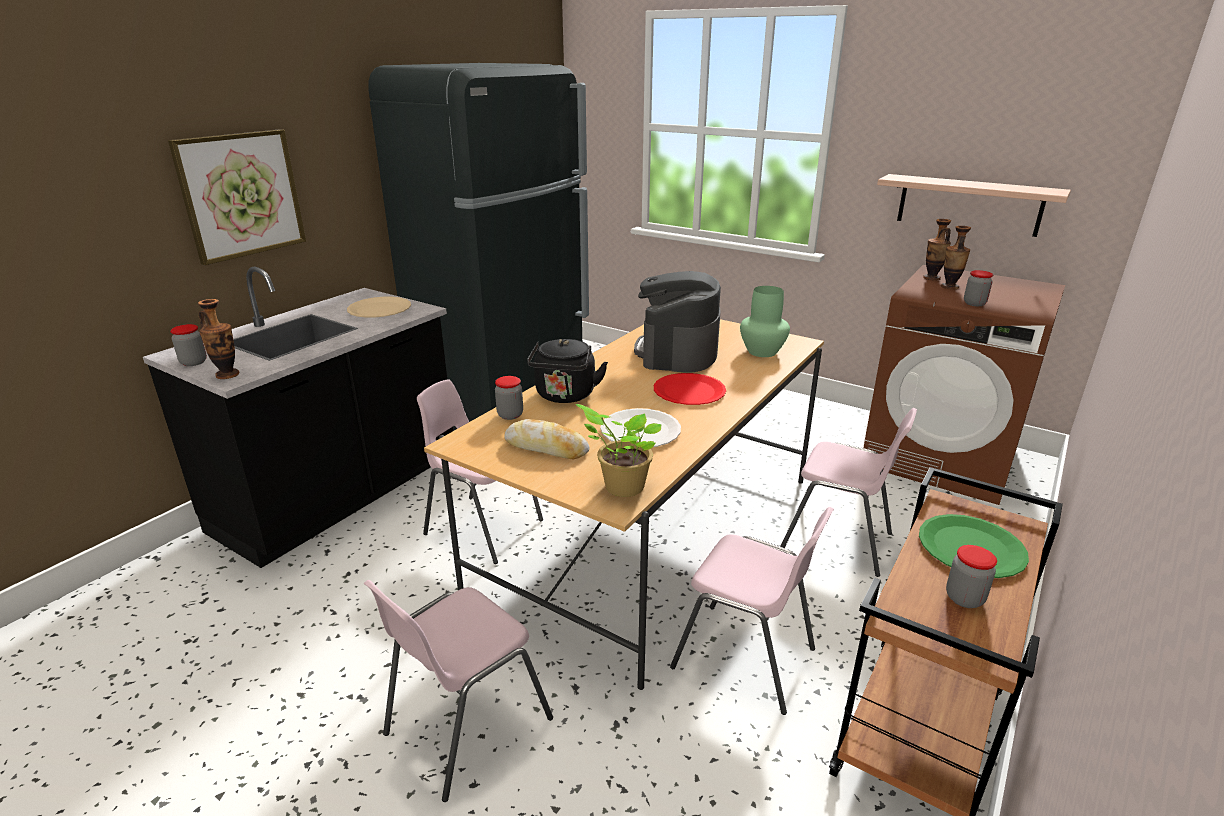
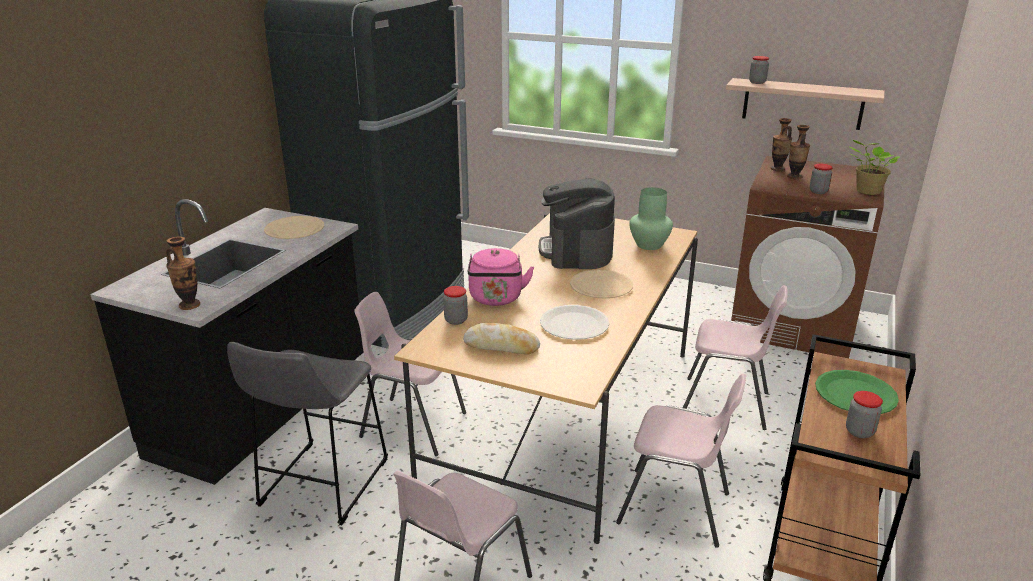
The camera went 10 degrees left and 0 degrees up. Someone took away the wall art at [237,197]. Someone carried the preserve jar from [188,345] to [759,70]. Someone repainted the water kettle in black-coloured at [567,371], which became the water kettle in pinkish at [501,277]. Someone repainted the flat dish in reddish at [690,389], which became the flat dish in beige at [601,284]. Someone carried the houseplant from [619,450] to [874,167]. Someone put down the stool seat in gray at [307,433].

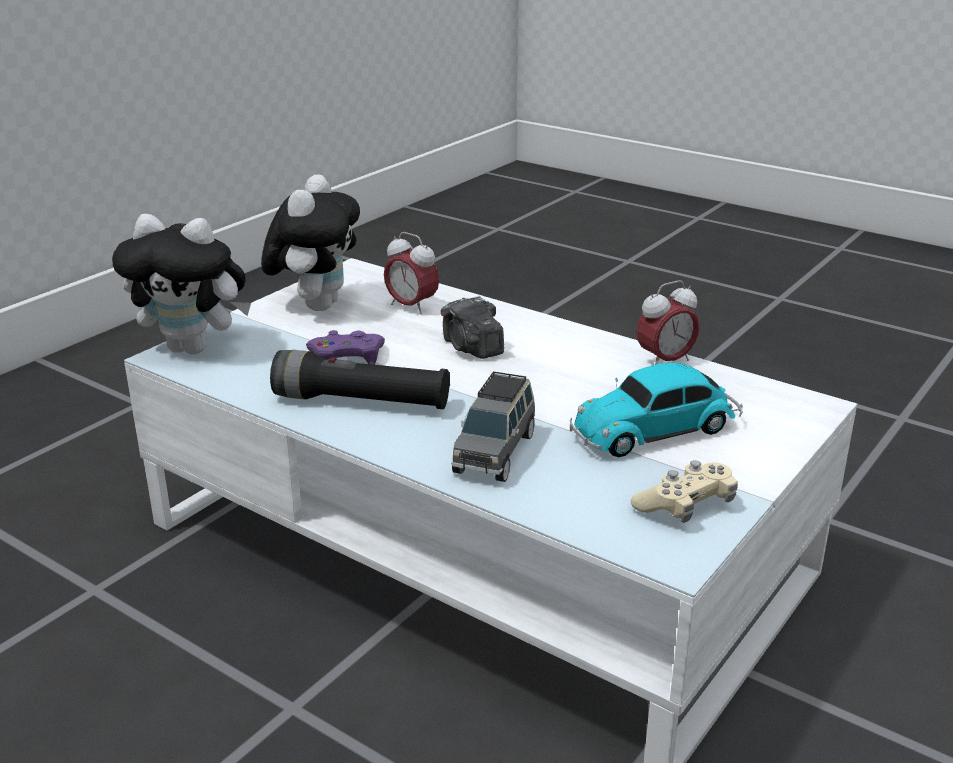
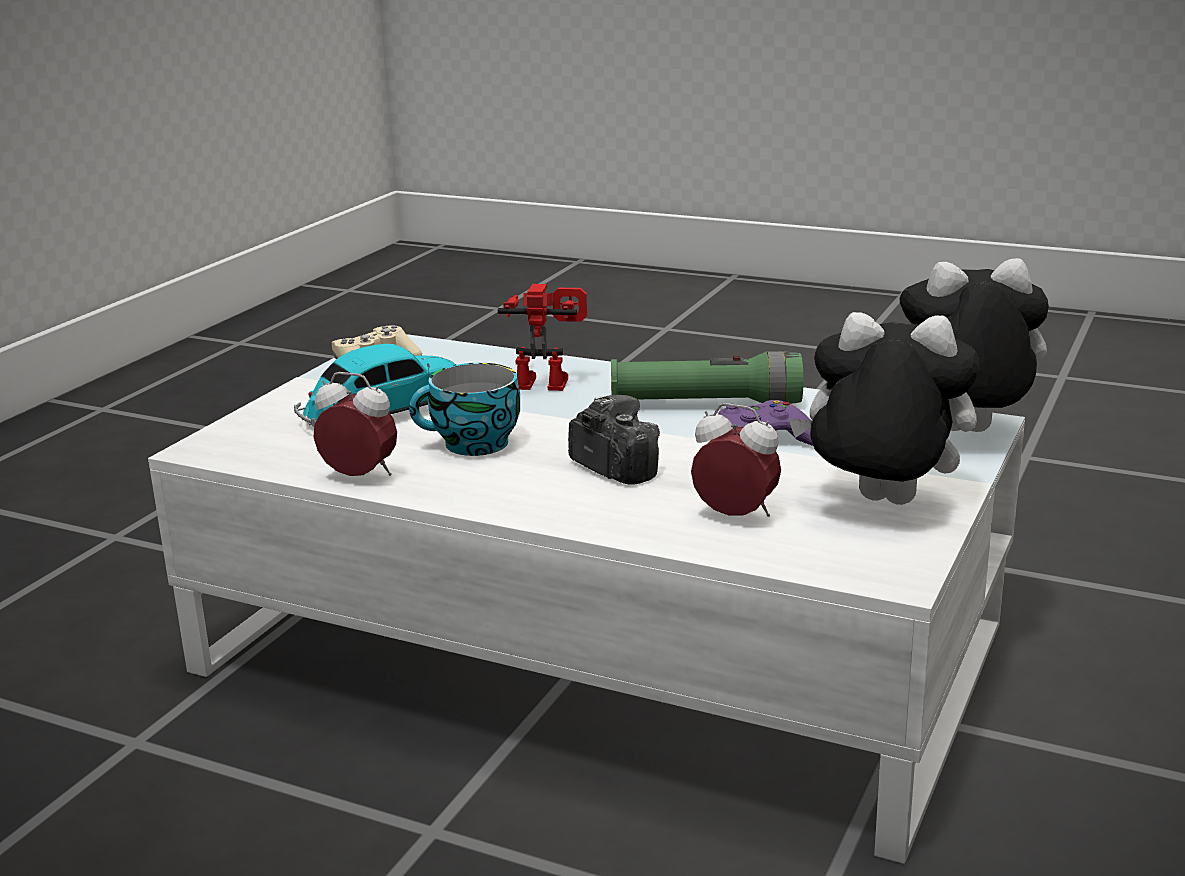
The camera went 170 degrees right and 5 degrees down. Someone rotated the plush toy at [310,242] by 105 degrees clockwise. Someone rotated the bedside clock at [668,322] by 60 degrees clockwise. Someone repainted the torch in black-coloured at [360,379], which became the torch in green-coloured at [707,377]. Someone swapped the model car in gray at [493,426] for the toy robot at [542,337]. Someone put down the drinking cup at [464,409].

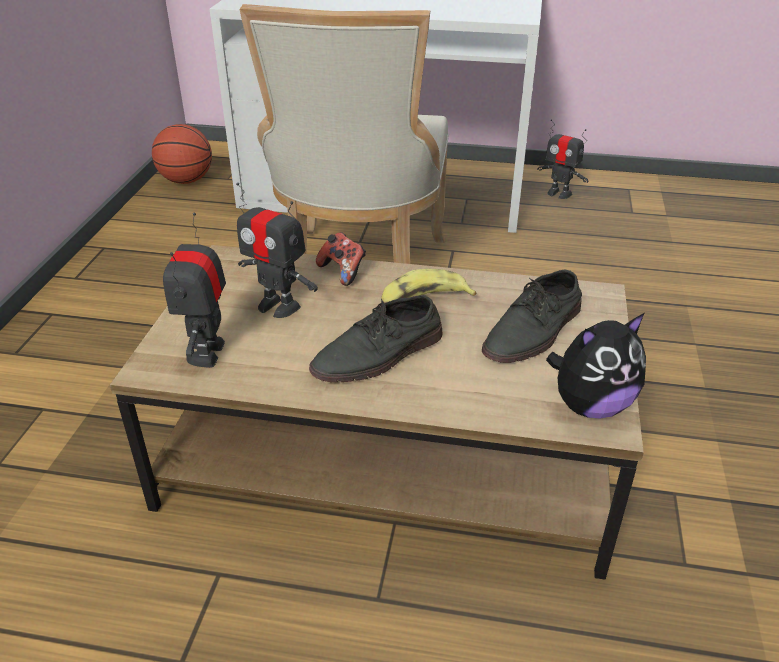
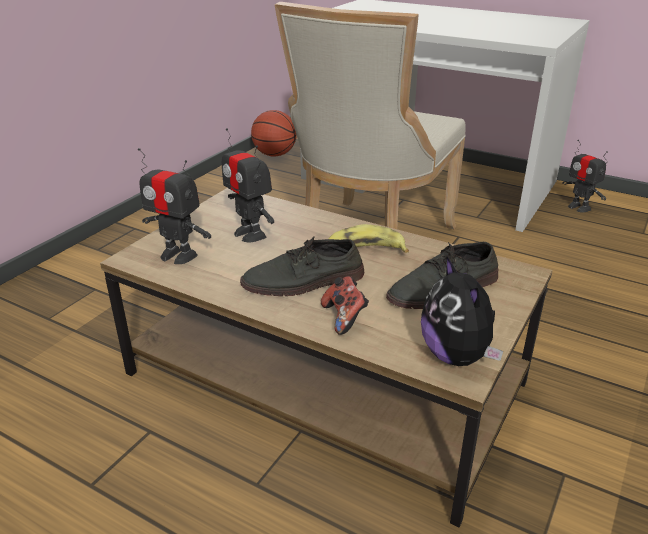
The camera went 20 degrees right and 5 degrees down. Someone rotated the toy robot at [194,290] by 90 degrees counterclockwise. Someone carried the gamepad from [341,259] to [345,305]. Someone rotated the plush toy at [596,365] by 75 degrees clockwise.

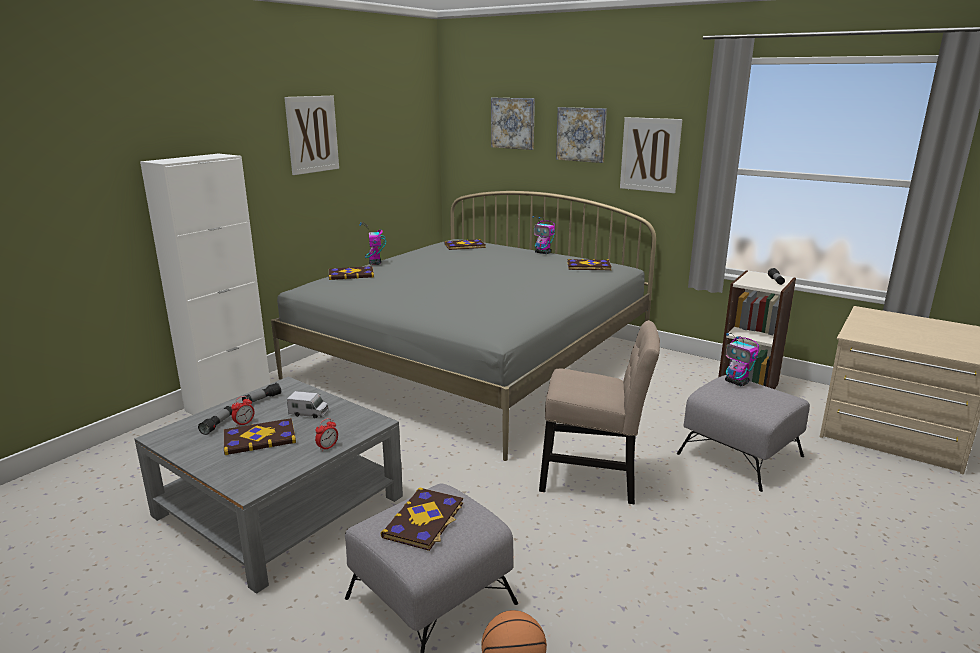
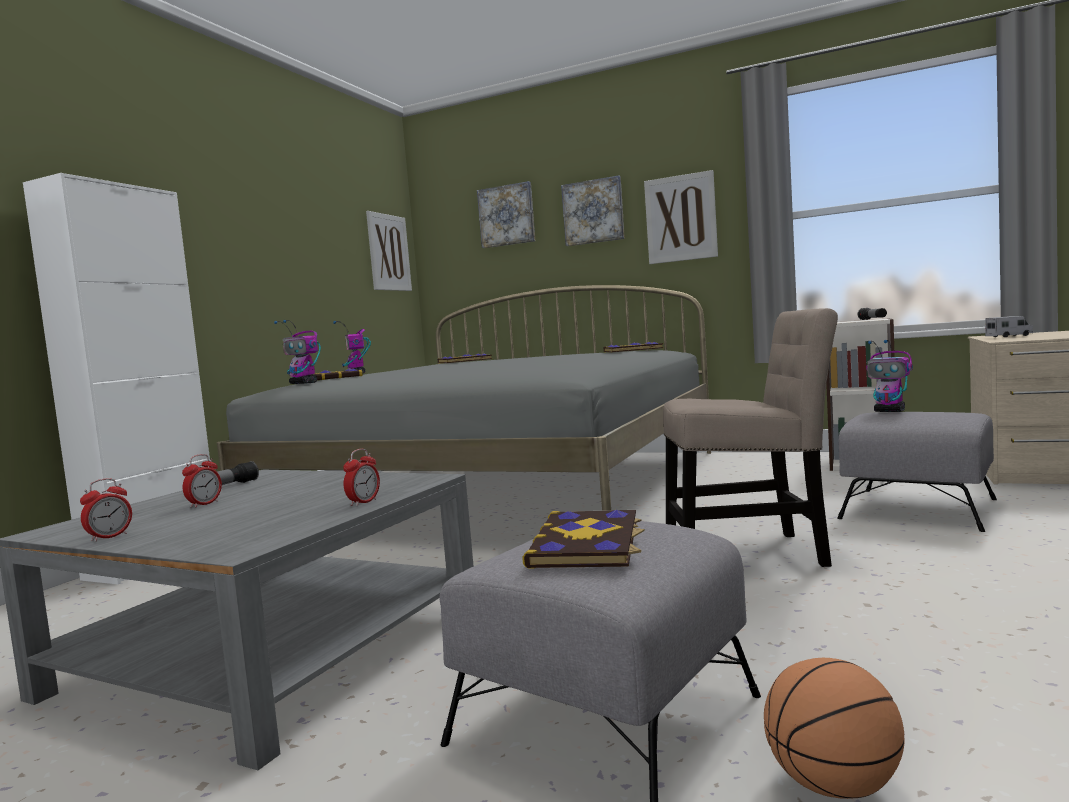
The camera went 10 degrees left and 15 degrees down. Someone carried the wall art from [311,135] to [389,251]. Someone carried the toy robot from [543,235] to [297,352]. Someone carried the toy truck from [308,404] to [1009,326]. Someone took away the torch at [215,420]. Someone took away the bound book at [260,436]. Someone put down the bedside clock at [106,510].

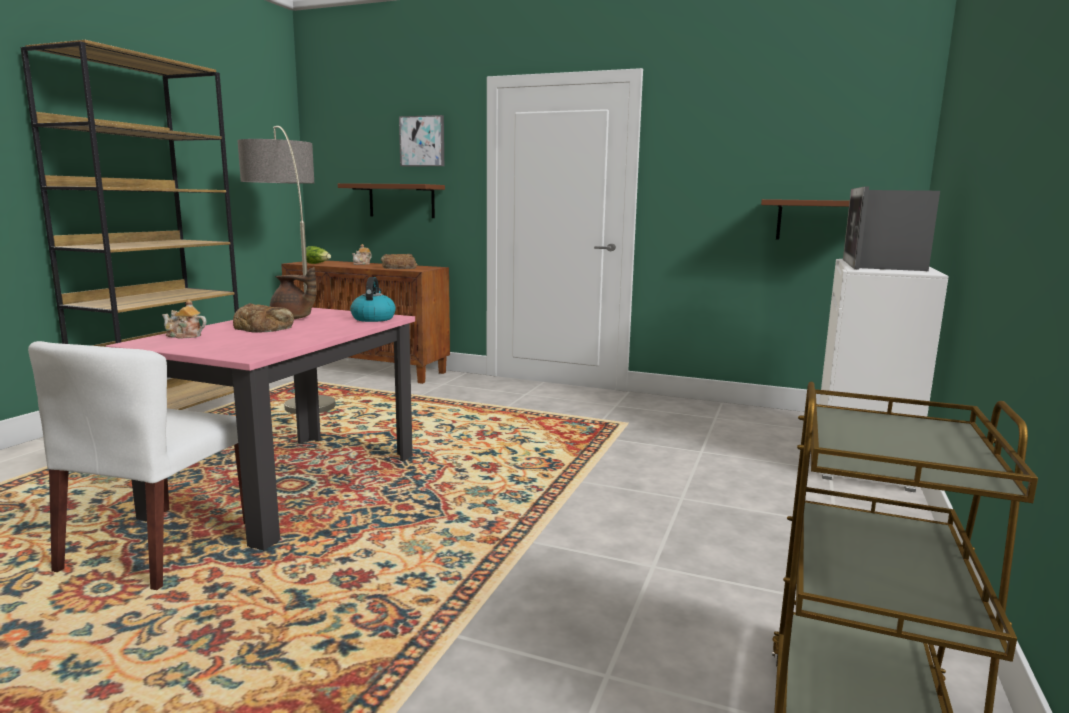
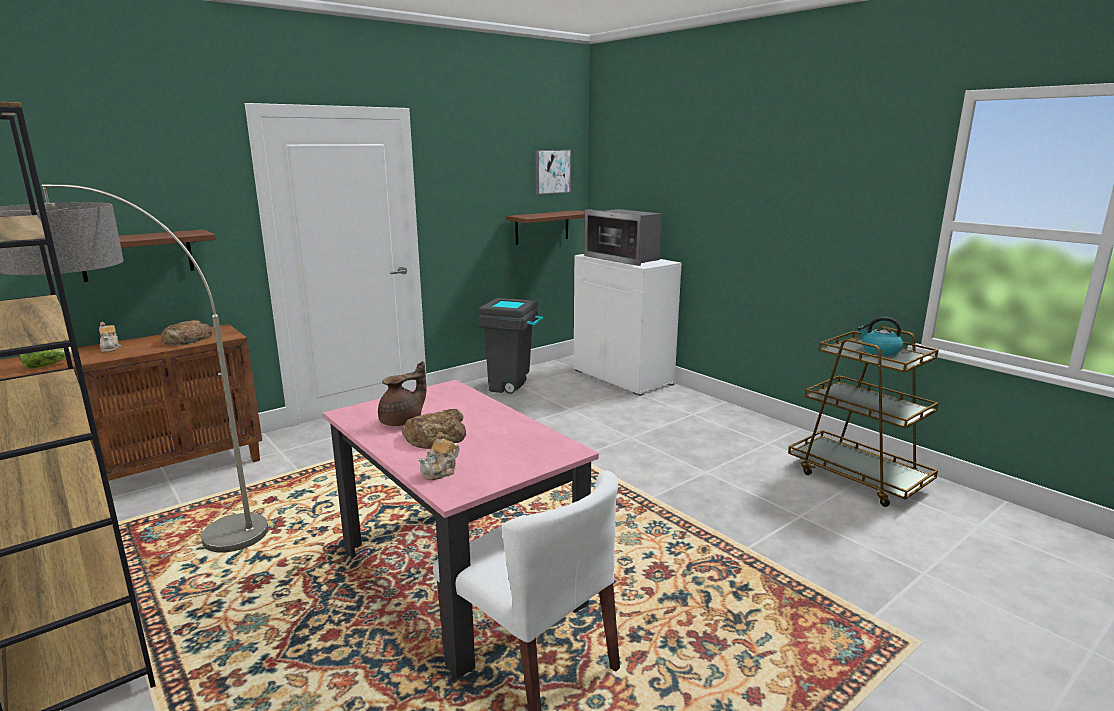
The camera went 60 degrees left and 5 degrees up. Someone carried the wall art from [421,140] to [553,172]. Someone carried the water kettle from [373,299] to [880,336]. Someone put down the trash can in gray at [511,346].

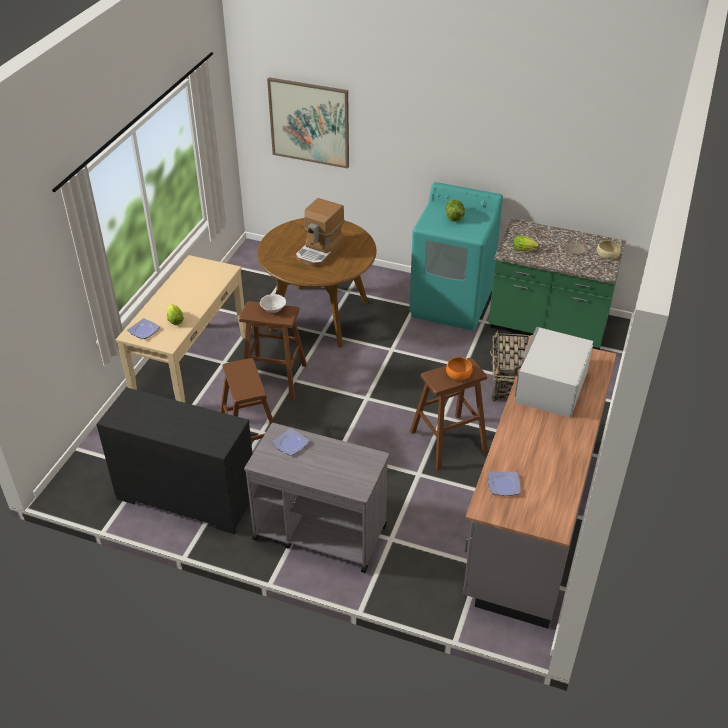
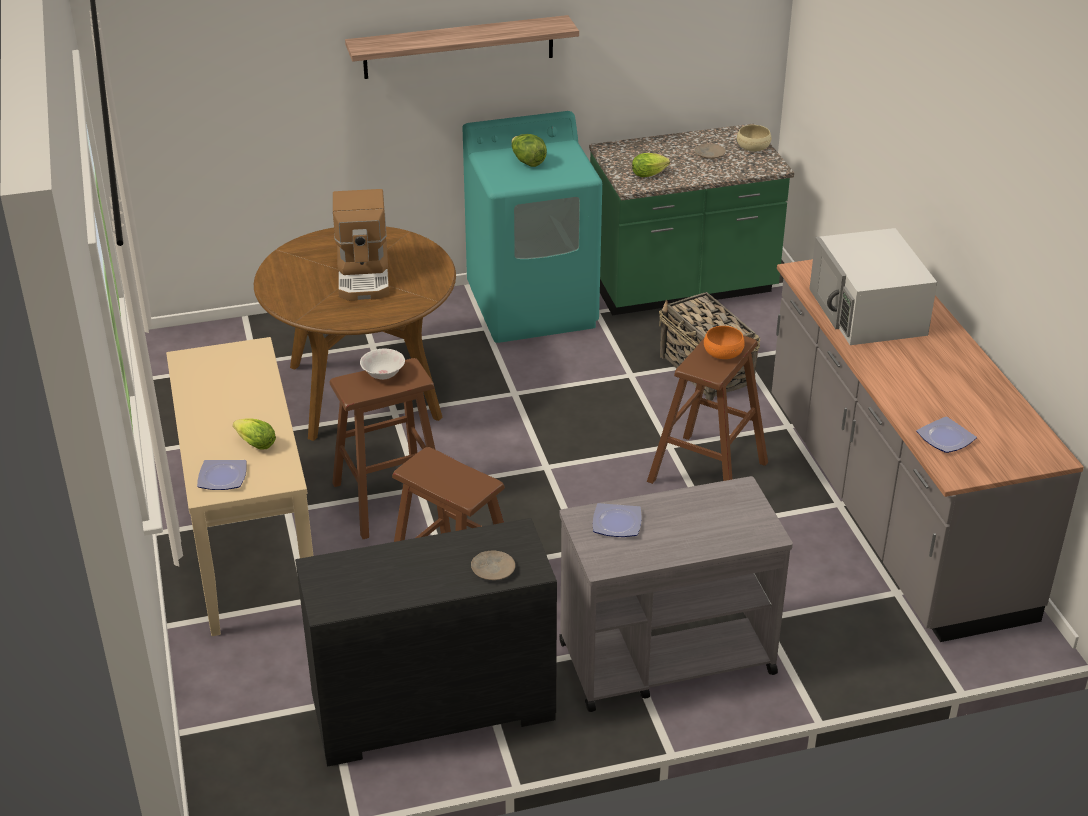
The camera went 35 degrees left and 5 degrees down. Someone took away the wall art at [308,123]. Someone put up the wall shelf at [462,47]. Someone put down the flat dish in beige at [493,565].

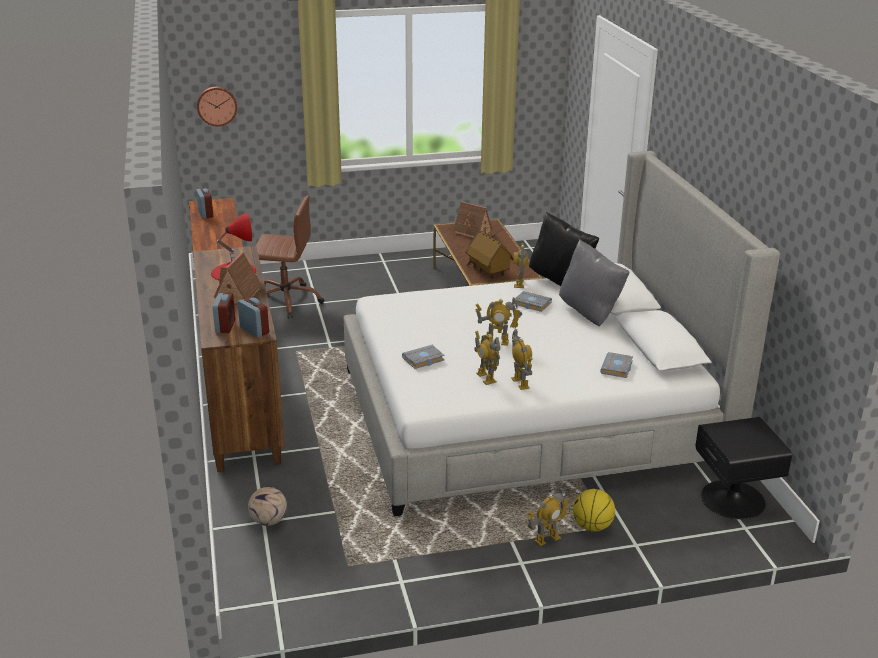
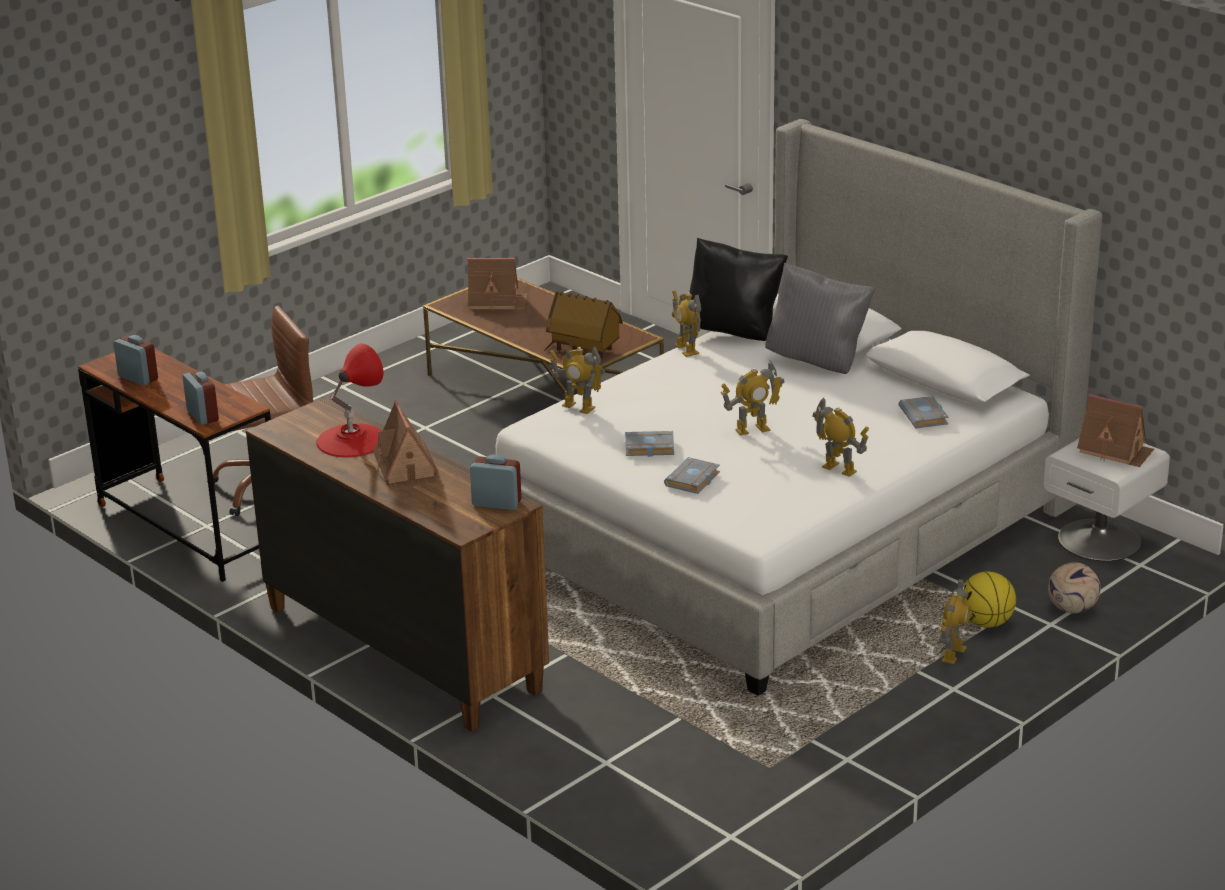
The camera went 30 degrees left and 0 degrees up. Someone took away the wall clock at [217,106]. Someone carried the bound book in gray from [533,301] to [649,444]. Someone carried the bedside clock from [224,313] to [201,397]. Someone carried the toy robot from [487,358] to [577,380]. Someone repainted the night table in black-coloured at [744,468], which became the night table in white at [1107,499]. Someone carried the football ball from [267,506] to [1074,588]. Someone put down the miniature house at [1115,430].

